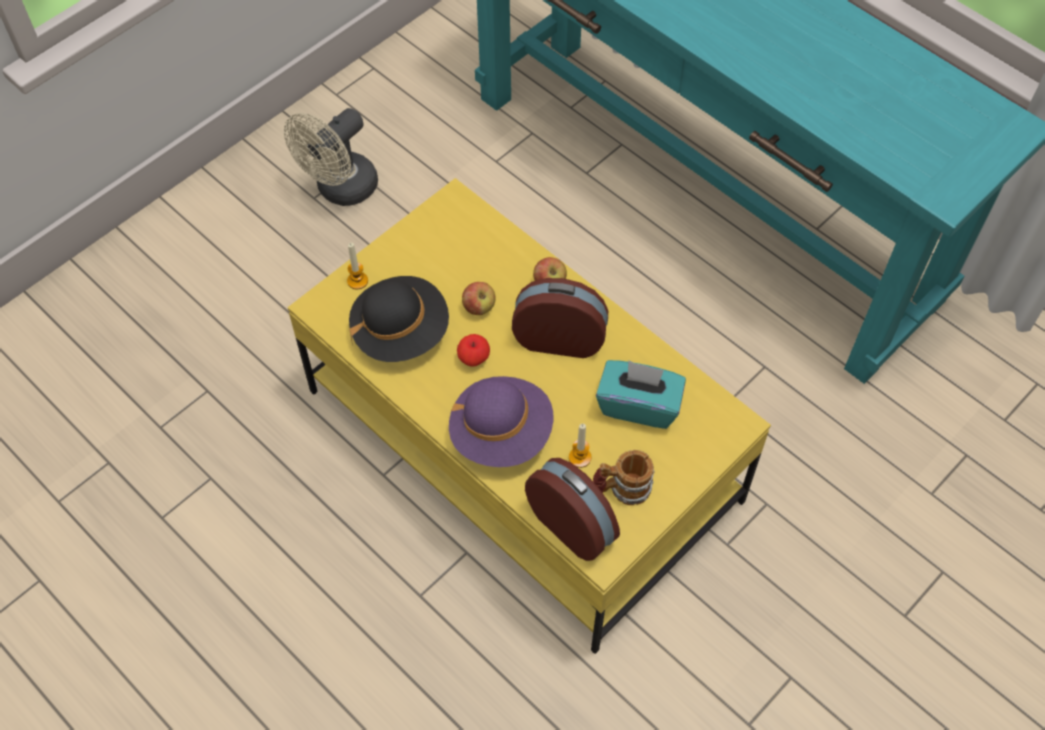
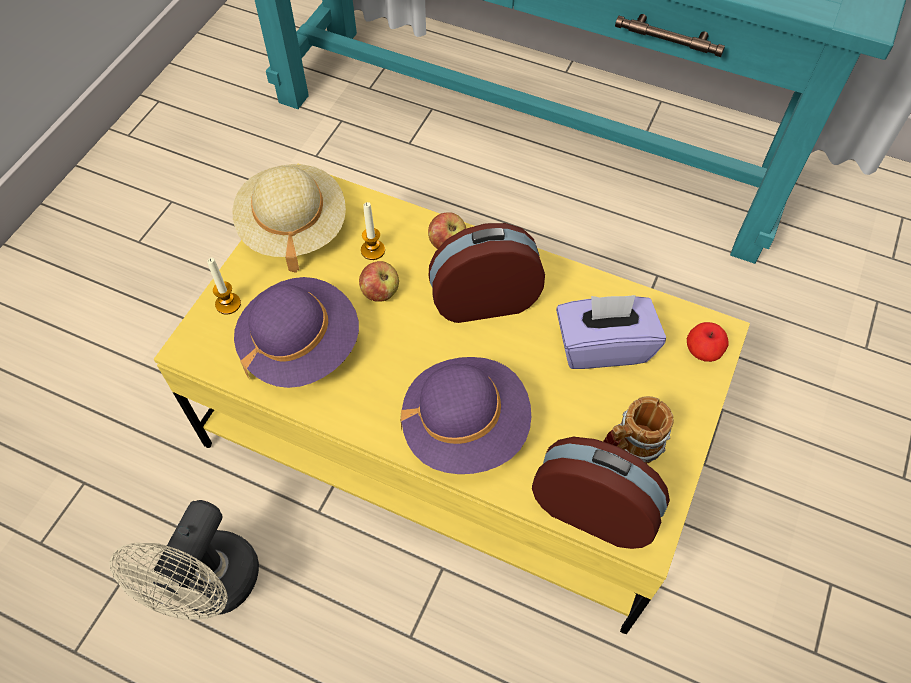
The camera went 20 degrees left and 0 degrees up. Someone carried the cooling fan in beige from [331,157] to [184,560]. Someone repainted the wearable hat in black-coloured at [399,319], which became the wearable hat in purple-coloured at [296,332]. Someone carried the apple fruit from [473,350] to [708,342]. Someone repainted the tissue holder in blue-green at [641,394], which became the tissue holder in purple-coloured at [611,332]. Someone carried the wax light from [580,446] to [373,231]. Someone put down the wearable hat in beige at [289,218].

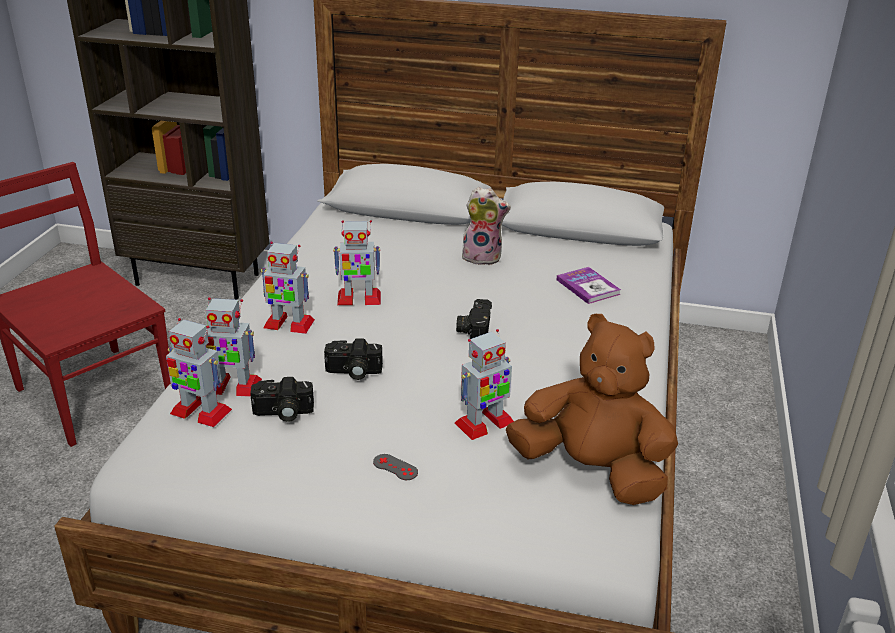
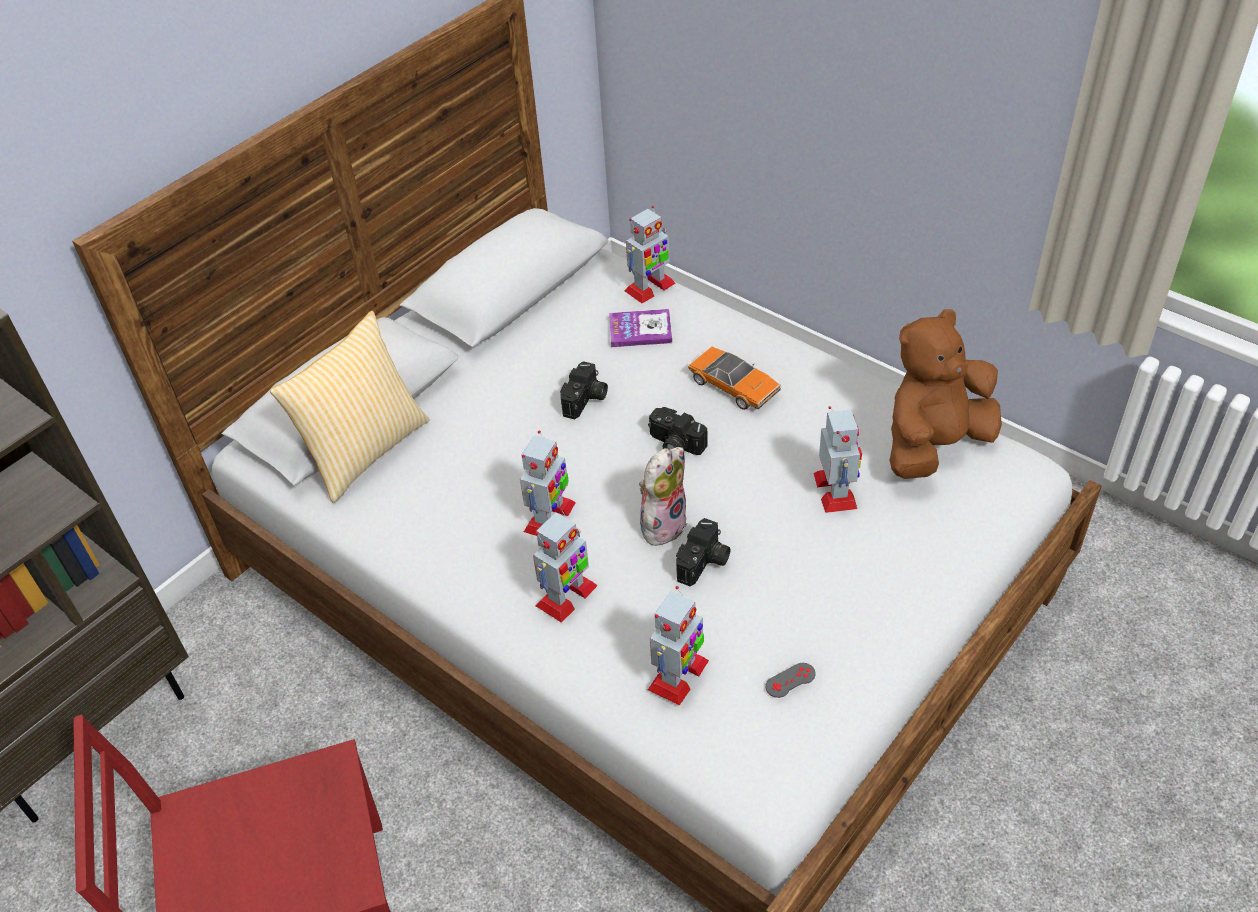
The camera went 60 degrees left and 15 degrees up. Someone carried the plush toy from [486,226] to [663,496]. Someone carried the toy robot from [199,372] to [650,254]. Someone carried the photo camera from [282,399] to [584,390]. Someone carried the gamepad in gray from [395,467] to [791,680]. Someone put down the pillow at [350,407]. Someone put down the model car at [734,378].

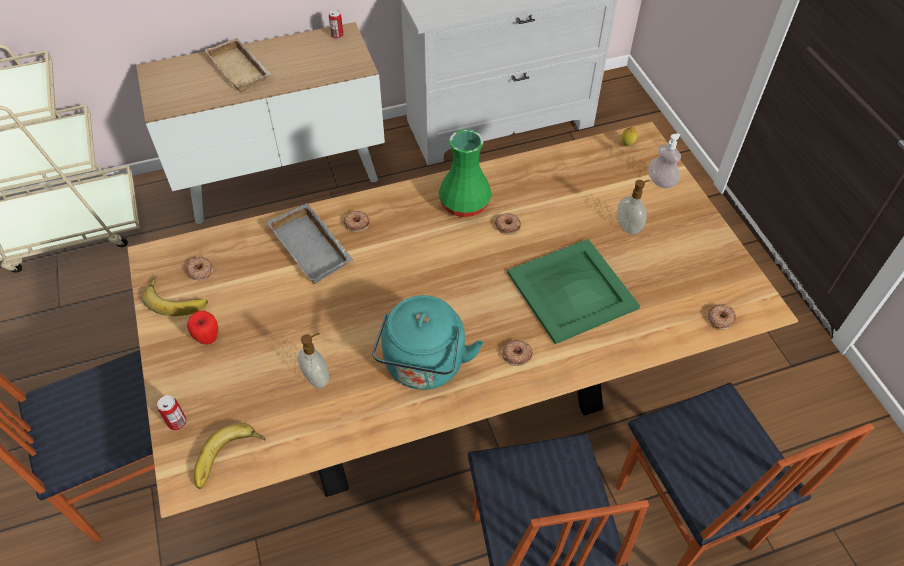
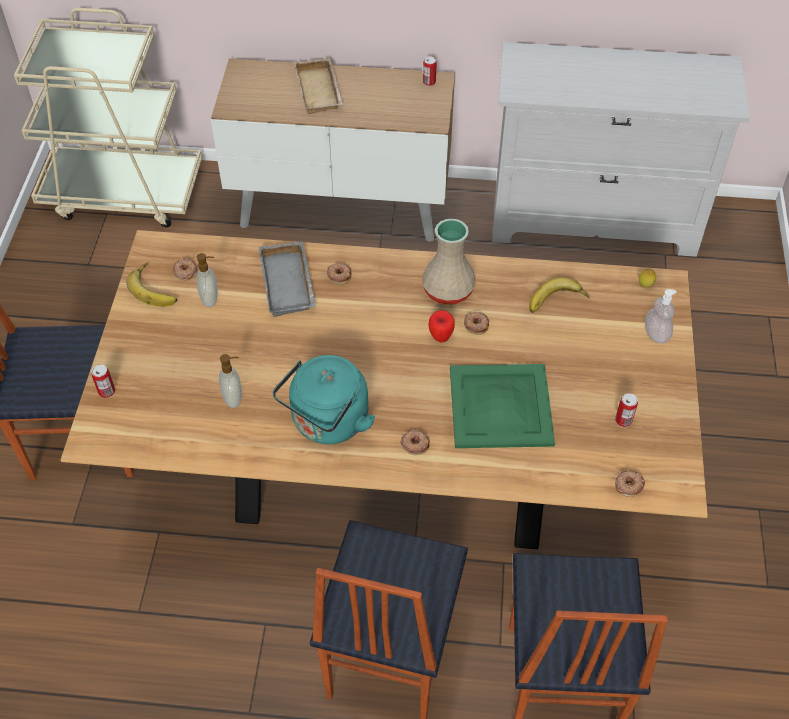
The camera went 25 degrees right and 0 degrees up. Someone repainted the vase in green-coloured at [465,173], which became the vase in beige at [449,262]. Someone carried the soap dispenser from [633,207] to [207,280]. Someone carried the apple fruit from [202,327] to [442,326]. Someone carried the banana fruit from [230,456] to [559,295]. Someone put down the metal can at [626,410].

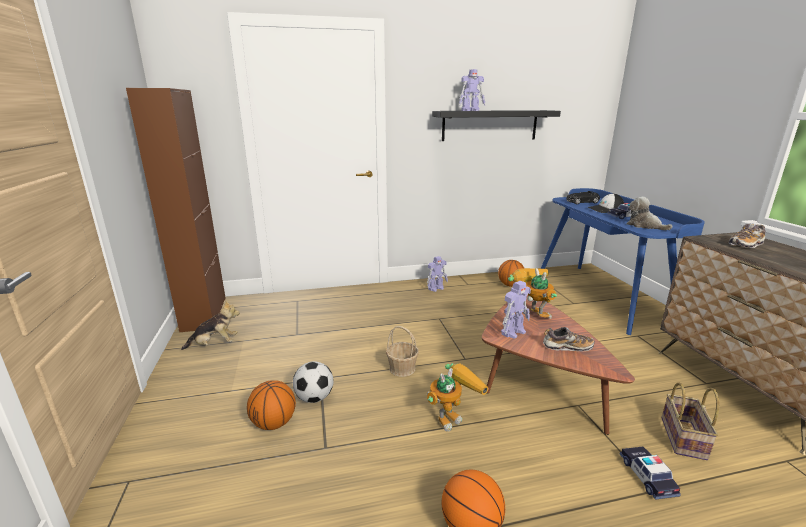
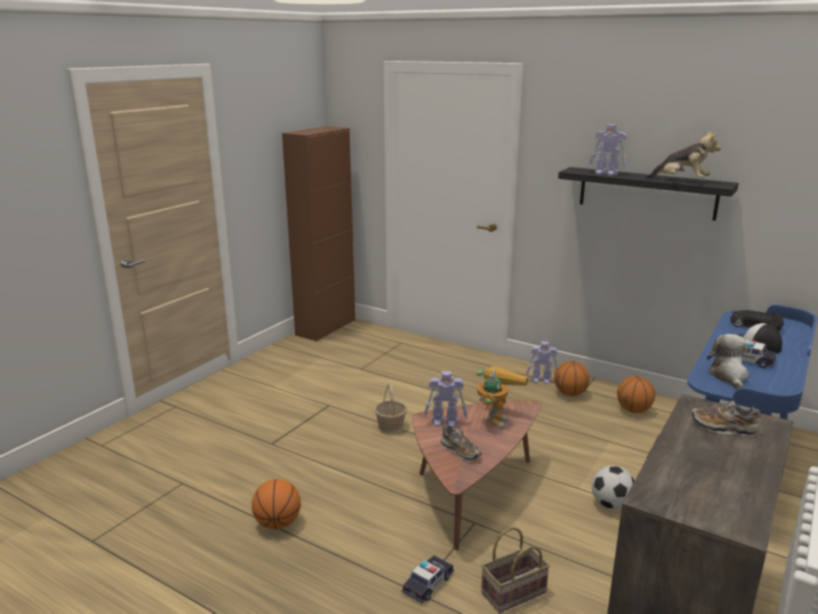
The camera went 45 degrees right and 0 degrees up. Someone carried the plush toy from [210,325] to [683,154]. Someone carried the football ball from [313,382] to [613,487]. Someone took away the toy robot at [458,397]. Someone carried the basketball from [271,405] to [572,378].

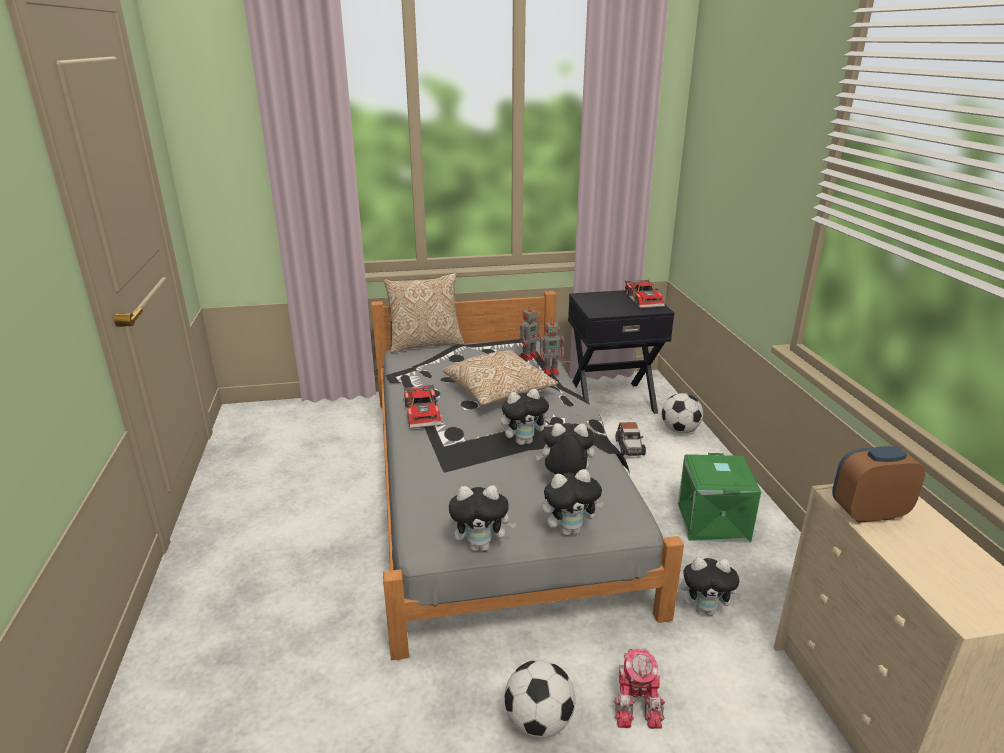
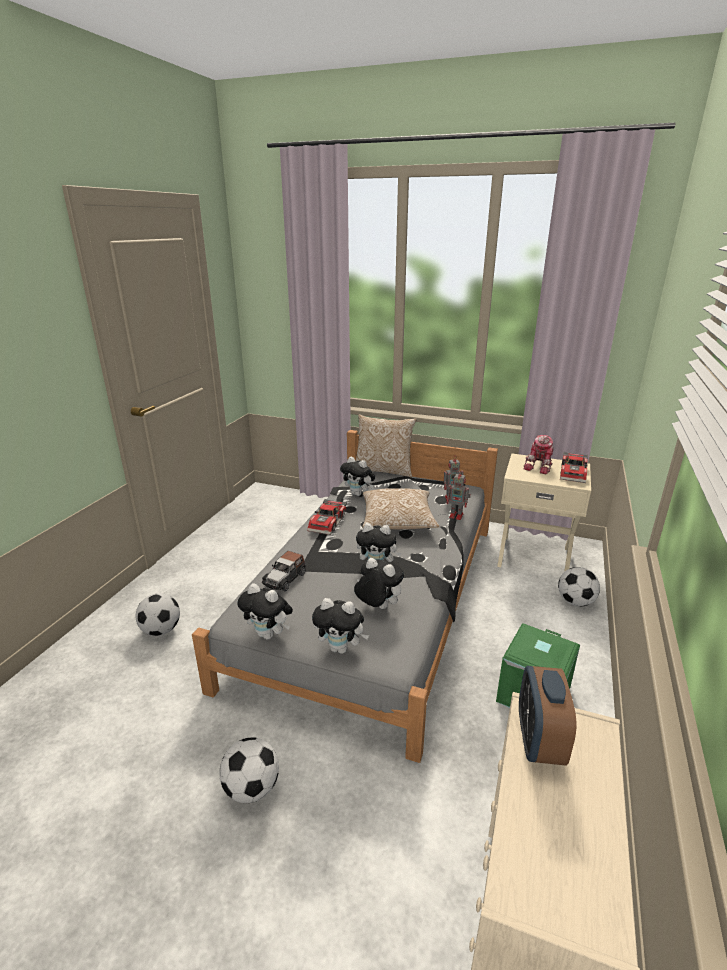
The camera went 30 degrees right and 0 degrees up. Someone repainted the night table in black-coloured at [621,352], which became the night table in beige at [544,513]. Someone carried the model car from [631,439] to [283,571]. Someone rotated the bedside clock at [878,484] by 105 degrees counterclockwise. Someone carried the plush toy from [712,586] to [357,476]. Someone carried the toy robot from [639,688] to [539,455]. Someone put down the football ball at [158,614].

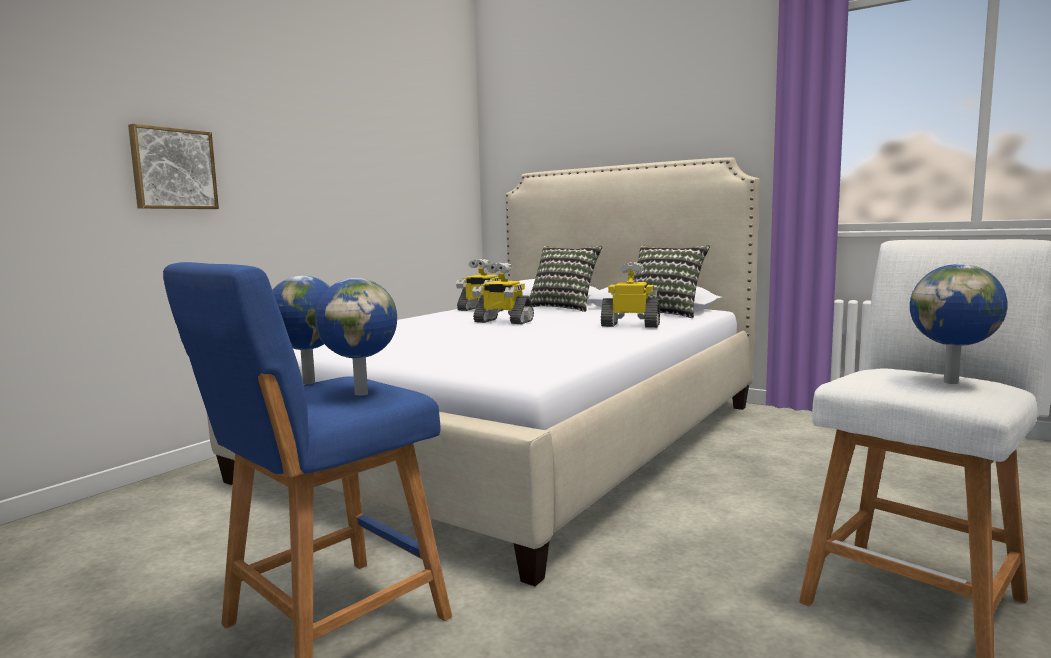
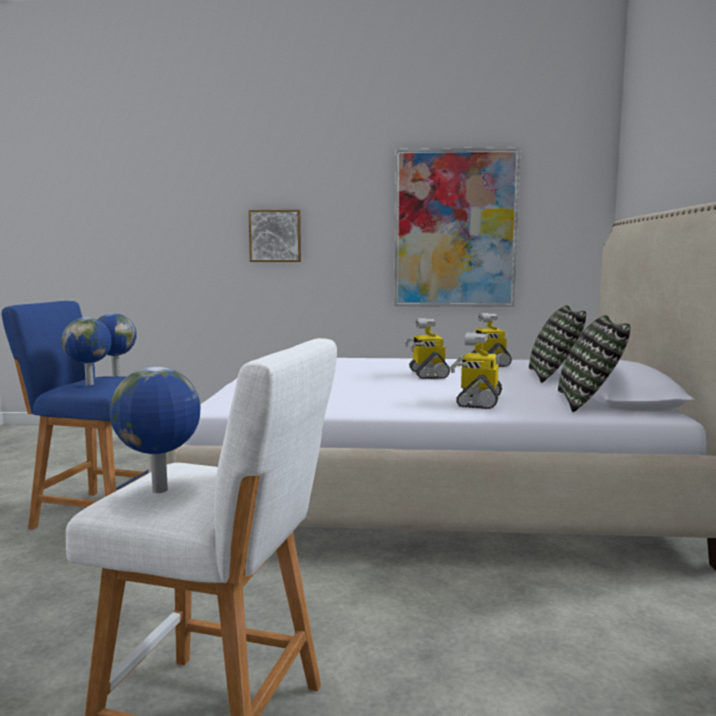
The camera went 60 degrees right and 0 degrees up. Someone rotated the toy robot at [630,295] by 150 degrees counterclockwise. Someone put up the wall art at [457,227].

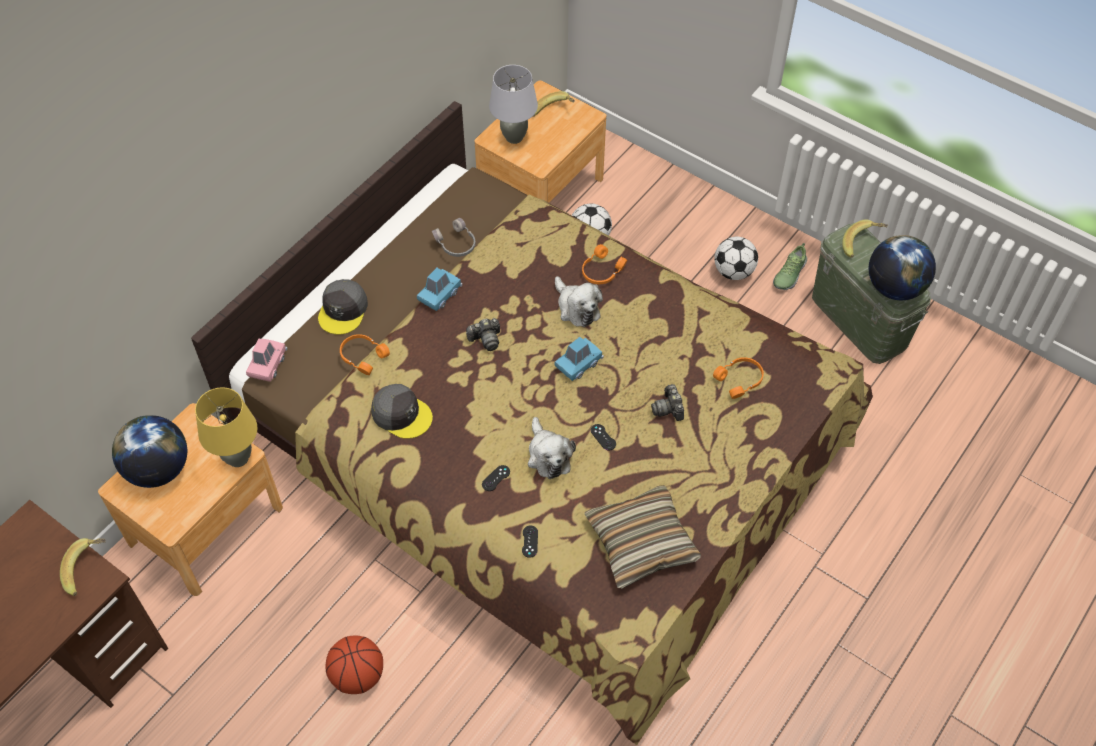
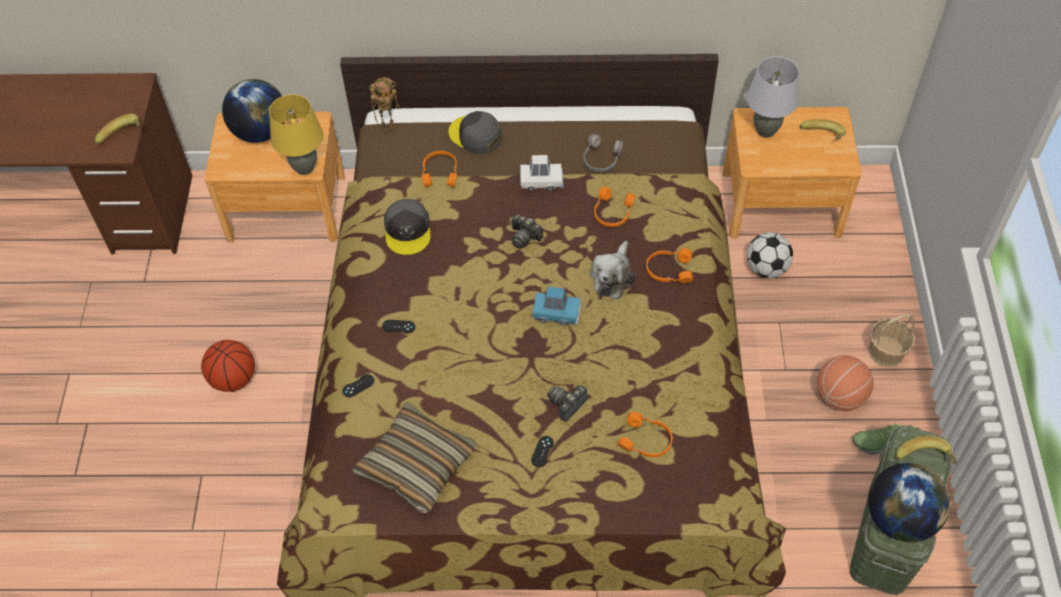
The camera went 55 degrees right and 0 degrees up. Someone swapped the football ball at [736,258] for the basketball at [845,383]. Someone repainted the model car in bluish at [440,289], which became the model car in white at [541,173]. Someone rotated the baseball cap in gray at [343,307] by 60 degrees clockwise. Someone swapped the model car in pinkish at [267,360] for the toy robot at [384,104]. Someone took away the plush toy at [552,448]. Someone carried the gamepad in black-coloured from [603,437] to [542,451]. Someone put down the headphones in orange at [614,206]. Someone put down the basket at [891,340].

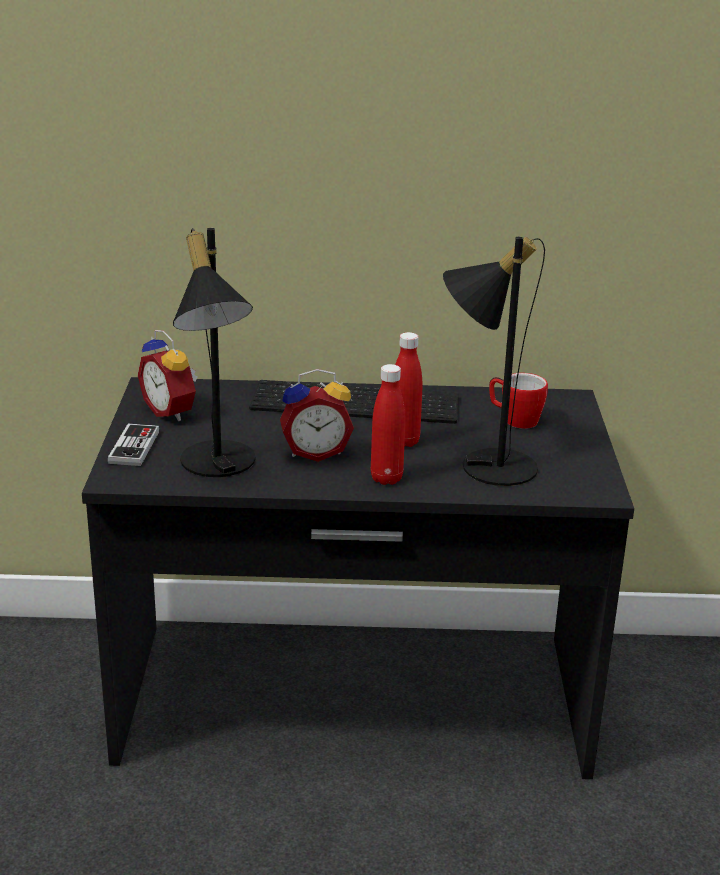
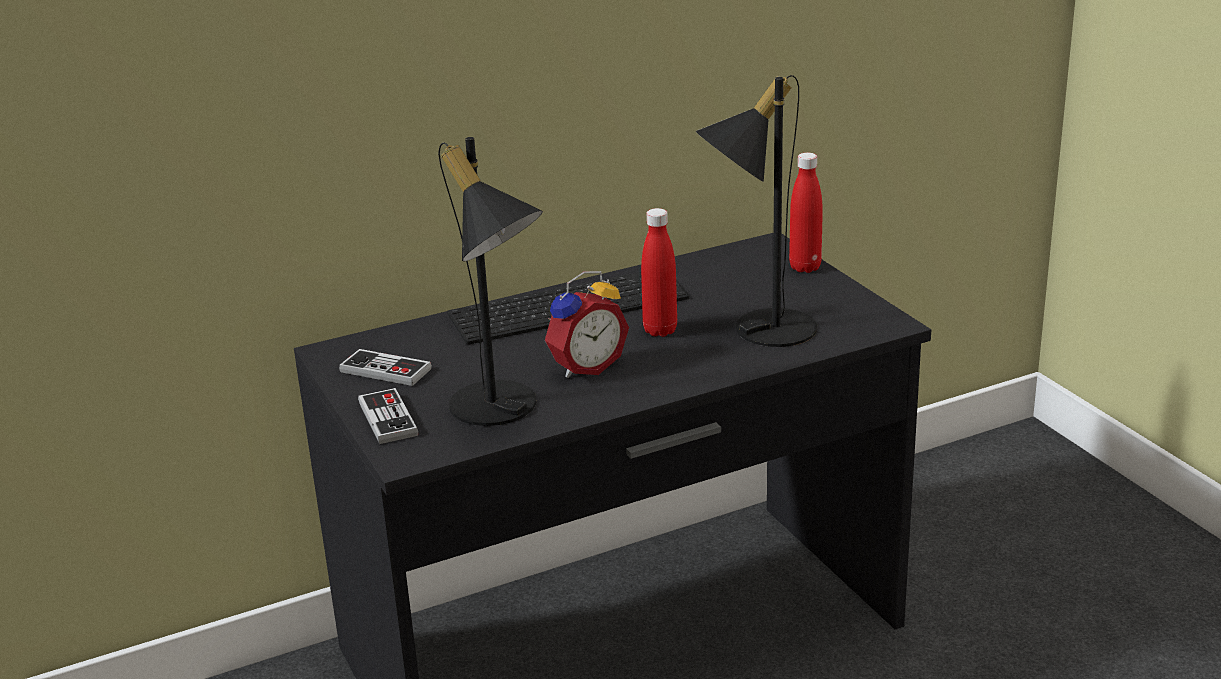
The camera went 25 degrees left and 0 degrees up. Someone swapped the bedside clock at [167,375] for the gamepad at [385,367]. Someone carried the drink bottle in reddish from [388,424] to [806,213]. Someone took away the tea mug at [518,401].

